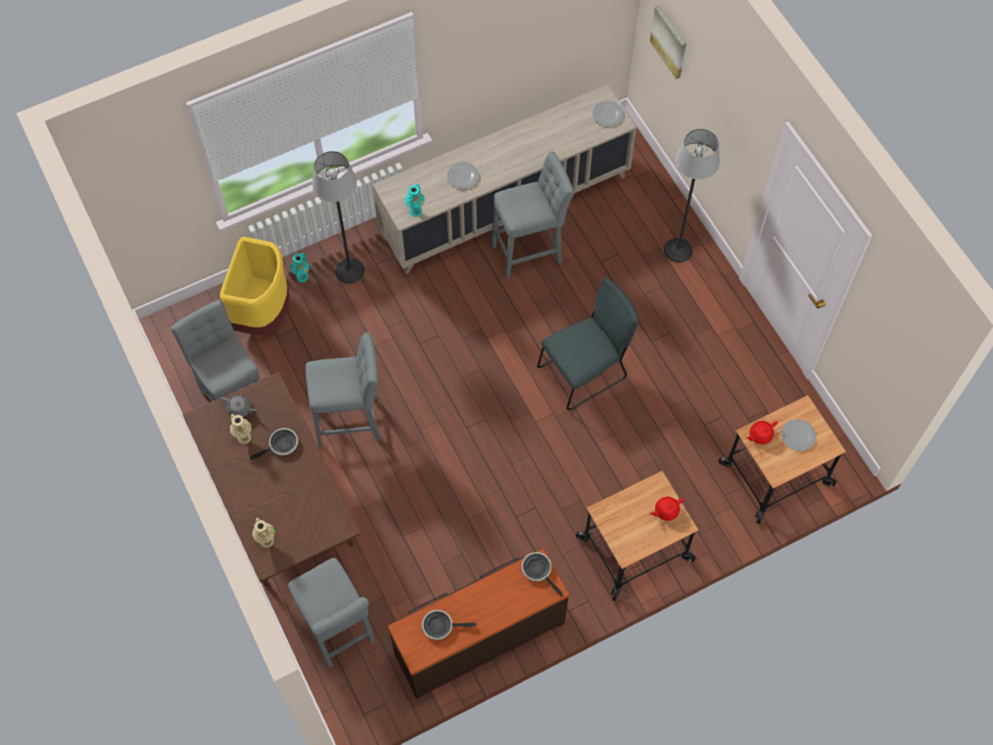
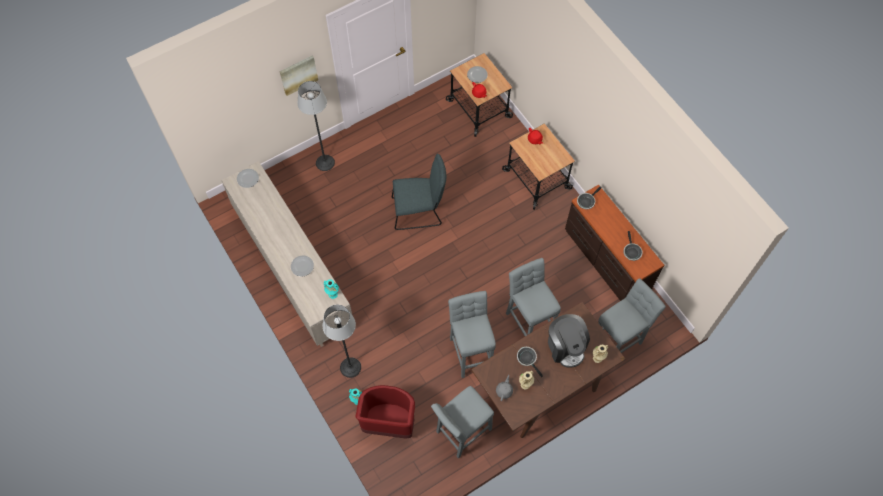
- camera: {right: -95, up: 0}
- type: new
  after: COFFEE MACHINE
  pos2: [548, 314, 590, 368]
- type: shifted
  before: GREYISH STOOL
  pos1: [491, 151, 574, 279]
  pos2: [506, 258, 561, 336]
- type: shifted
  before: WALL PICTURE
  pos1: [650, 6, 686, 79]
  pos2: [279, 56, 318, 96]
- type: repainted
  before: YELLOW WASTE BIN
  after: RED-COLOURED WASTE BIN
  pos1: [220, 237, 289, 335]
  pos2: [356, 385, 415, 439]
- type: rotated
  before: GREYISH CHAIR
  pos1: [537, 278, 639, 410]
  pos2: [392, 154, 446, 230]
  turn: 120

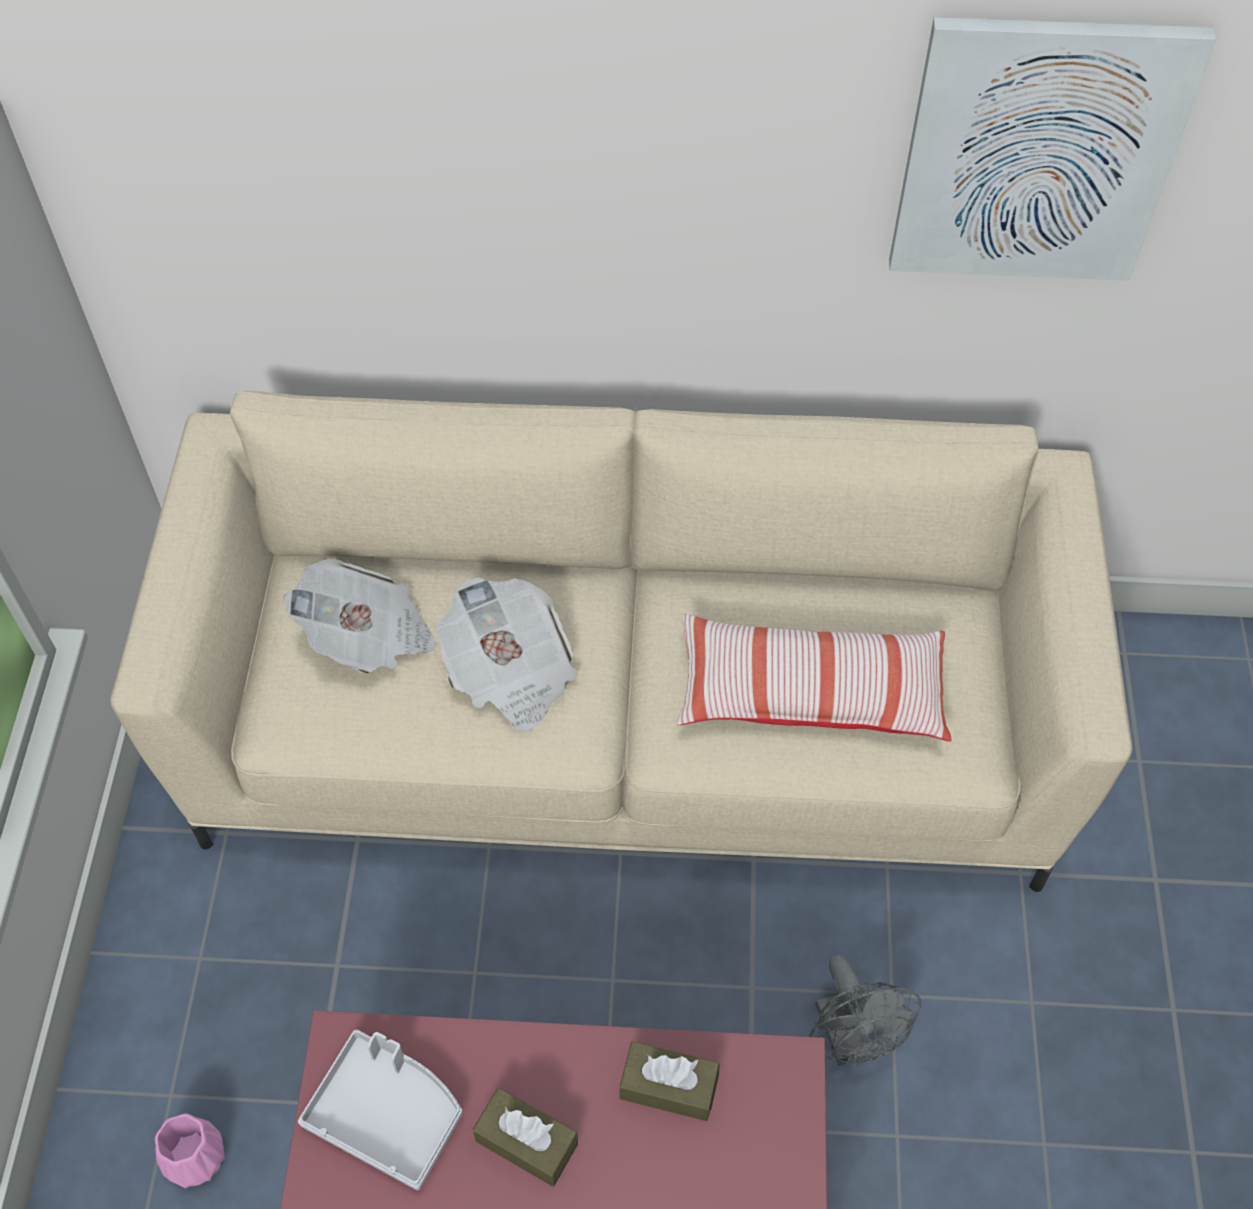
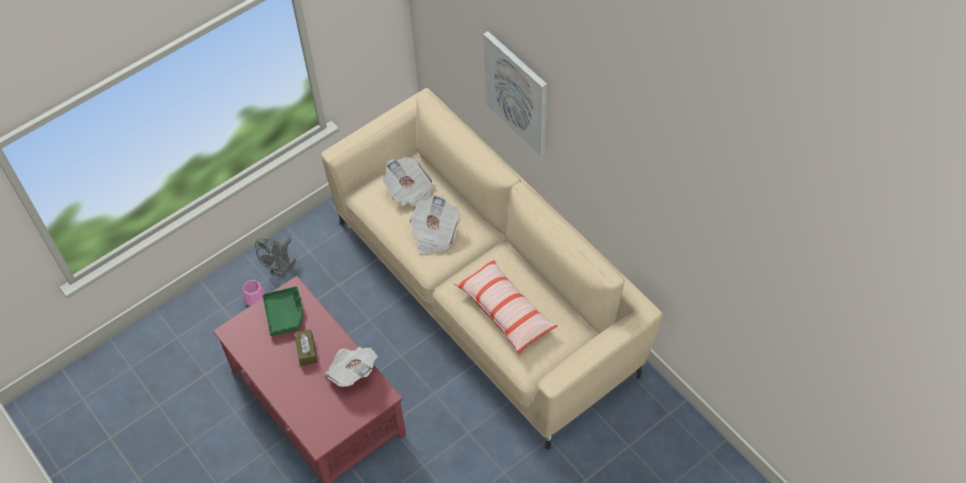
- camera: {right: 50, up: 0}
- type: shifted
  before: GREYISH ELECTRIC FAN
  pos1: [809, 954, 921, 1065]
  pos2: [255, 236, 296, 277]
- type: shifted
  before: WALL PICTURE
  pos1: [889, 17, 1216, 281]
  pos2: [483, 31, 547, 156]
- type: swapped
  before: BROWN-COLOURED TISSUE HOLDER
  after: NEWSPAPER
  pos1: [620, 1041, 719, 1121]
  pos2: [325, 347, 378, 387]
- type: repainted
  before: GREYISH TRAY
  after: GREEN TRAY
  pos1: [298, 1029, 462, 1190]
  pos2: [262, 286, 303, 336]

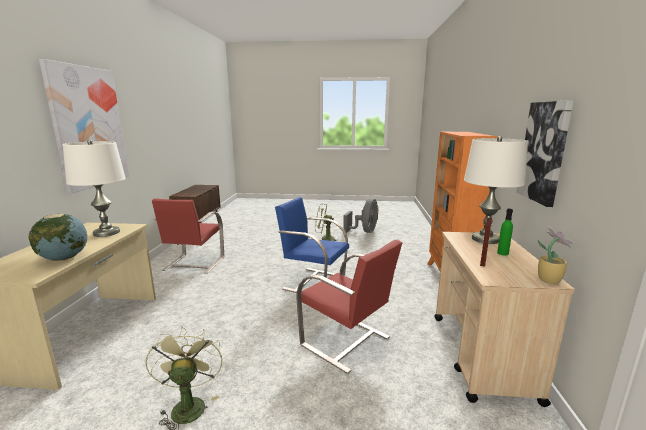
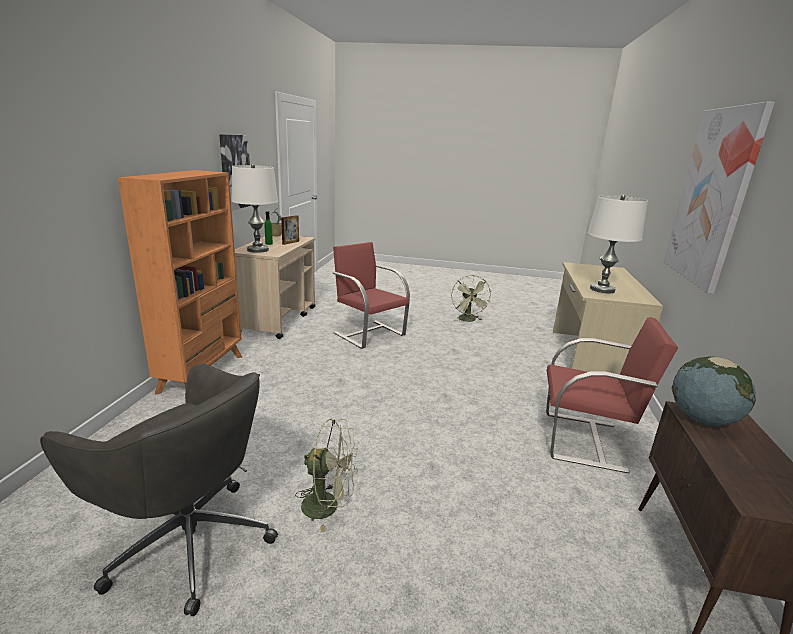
- camera: {right: -175, up: 5}
- type: gone
  before: BLUE-COLOURED CHAIR
  pos1: [275, 197, 349, 293]
- type: shifted
  before: DESK GLOBE
  pos1: [28, 213, 87, 261]
  pos2: [671, 356, 756, 426]
- type: swapped
  before: GREYISH ELECTRIC FAN
  after: GREYISH OFFICE CHAIR
  pos1: [343, 198, 378, 233]
  pos2: [40, 364, 278, 616]
- type: rotated
  before: RED-COLOURED CHAIR
  pos1: [152, 198, 224, 274]
  pos2: [546, 317, 678, 473]
  turn: 90

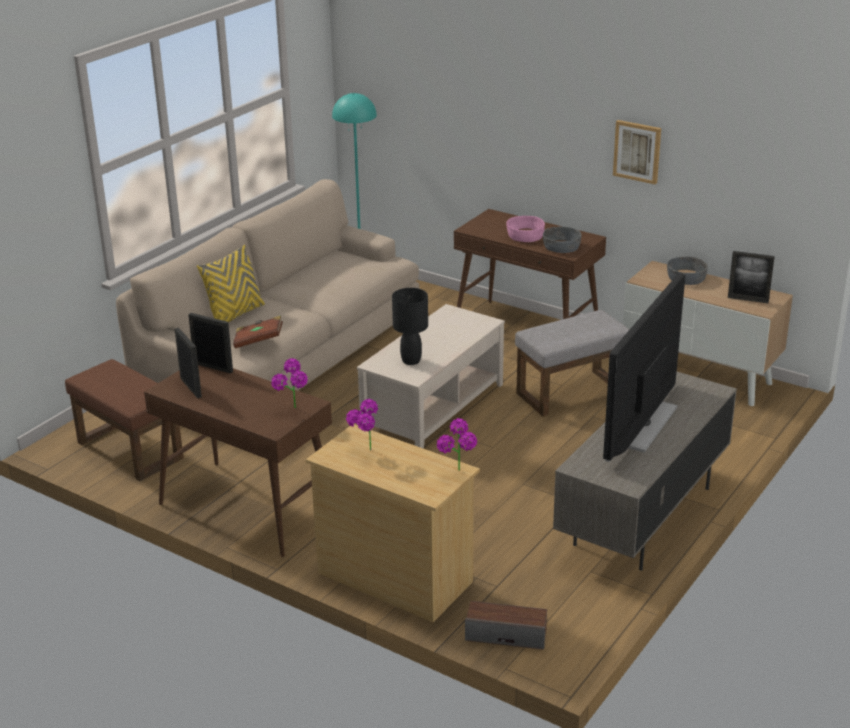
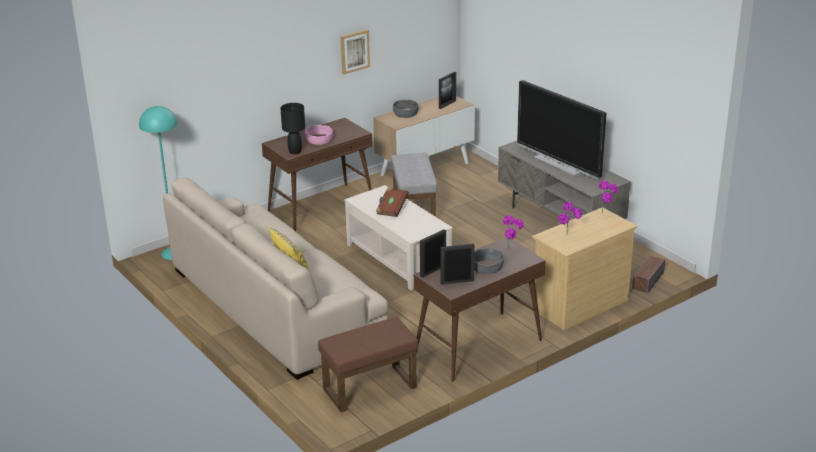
- camera: {right: -70, up: 0}
- type: shifted
  before: BROWN-COLOURED VOLUME
  pos1: [233, 316, 283, 348]
  pos2: [376, 187, 409, 217]
- type: shifted
  before: BLACK-COLOURED TABLETOP LAMP
  pos1: [392, 288, 428, 365]
  pos2: [280, 103, 305, 154]
- type: shifted
  before: GREYISH SERVING BOWL
  pos1: [543, 227, 582, 253]
  pos2: [474, 248, 504, 274]

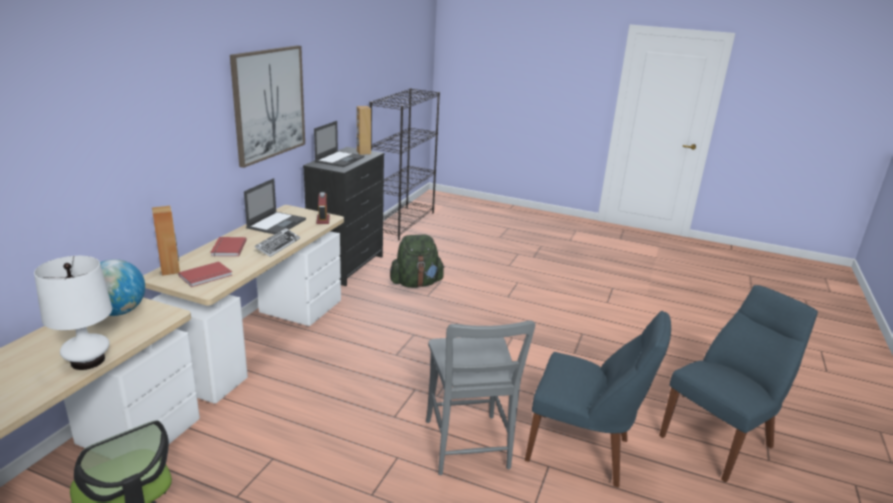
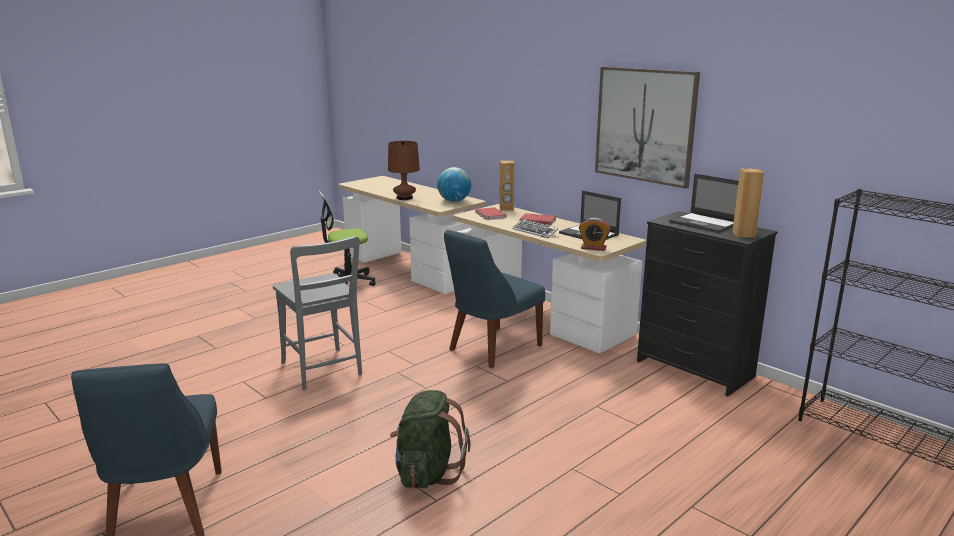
- camera: {right: 115, up: -5}
- type: shifted
  before: GREEN BACKPACK
  pos1: [390, 235, 445, 288]
  pos2: [390, 390, 471, 489]
- type: shifted
  before: BLUE-COLOURED CHAIR
  pos1: [525, 311, 671, 488]
  pos2: [444, 230, 545, 368]
- type: repainted
  before: WHITISH TABLETOP LAMP
  after: BROWN-COLOURED TABLETOP LAMP
  pos1: [34, 256, 112, 370]
  pos2: [388, 141, 420, 200]
- type: rotated
  before: GREYISH CHAIR
  pos1: [426, 321, 535, 475]
  pos2: [273, 236, 362, 390]
  turn: -135

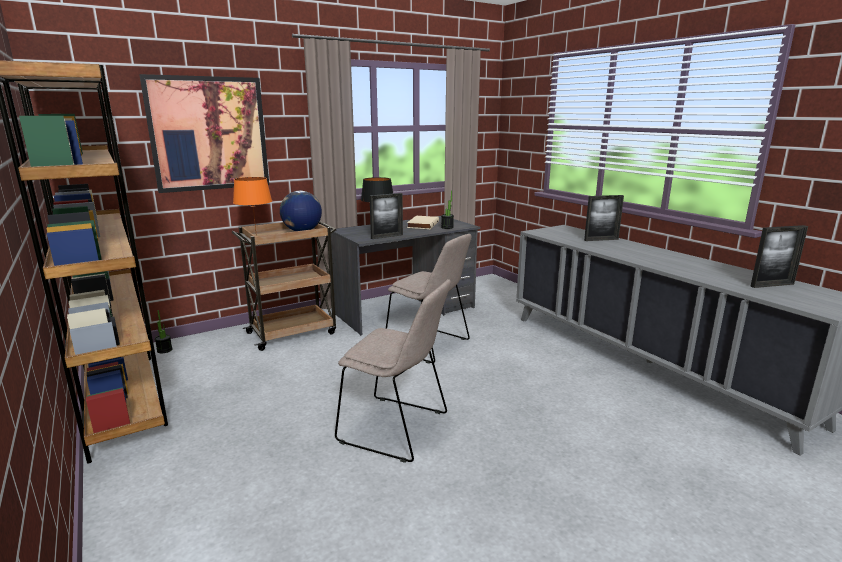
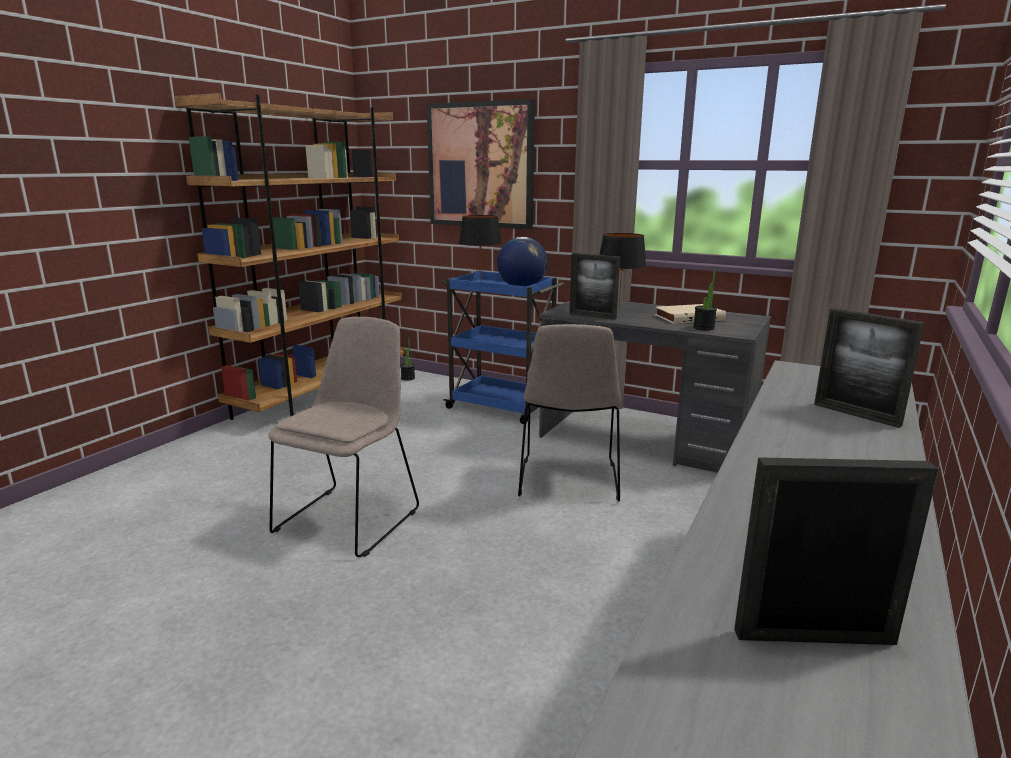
- camera: {right: 60, up: 0}
- type: repainted
  before: BROWN-COLOURED TROLLEY
  after: BLUE-COLOURED TROLLEY
  pos1: [232, 221, 336, 351]
  pos2: [441, 271, 564, 424]
- type: repainted
  before: ORANGE-COLOURED TABLETOP LAMP
  after: BLACK-COLOURED TABLETOP LAMP
  pos1: [233, 177, 272, 235]
  pos2: [459, 215, 502, 282]
- type: rotated
  before: BEIGE-COLOURED CHAIR
  pos1: [335, 279, 451, 463]
  pos2: [268, 317, 419, 557]
  turn: -150
- type: rotated
  before: PICTURE FRAME
  pos1: [751, 225, 808, 288]
  pos2: [734, 457, 939, 645]
  turn: 135

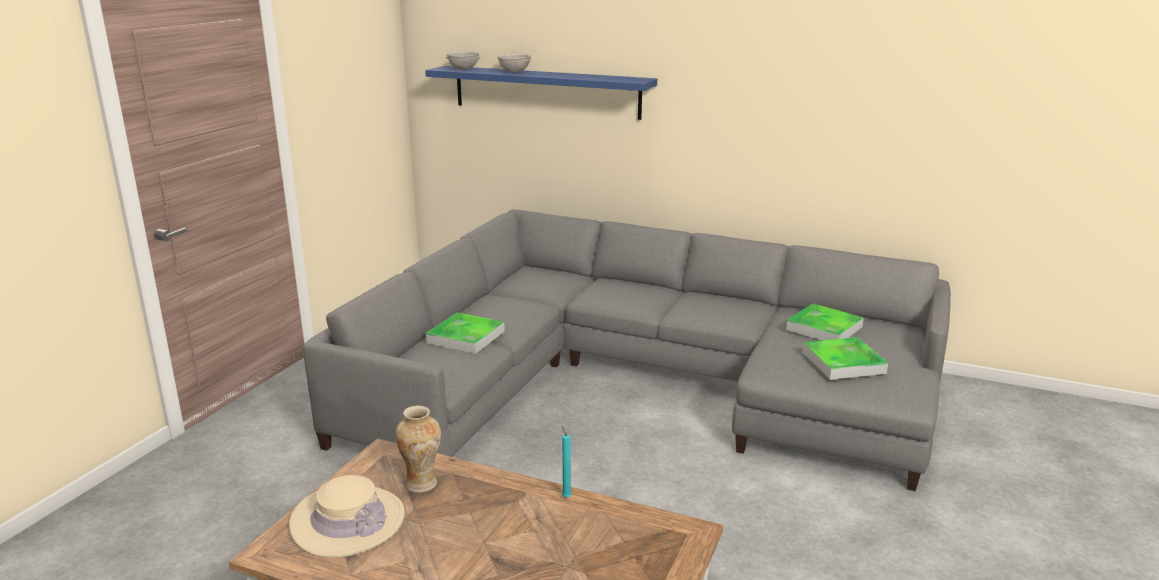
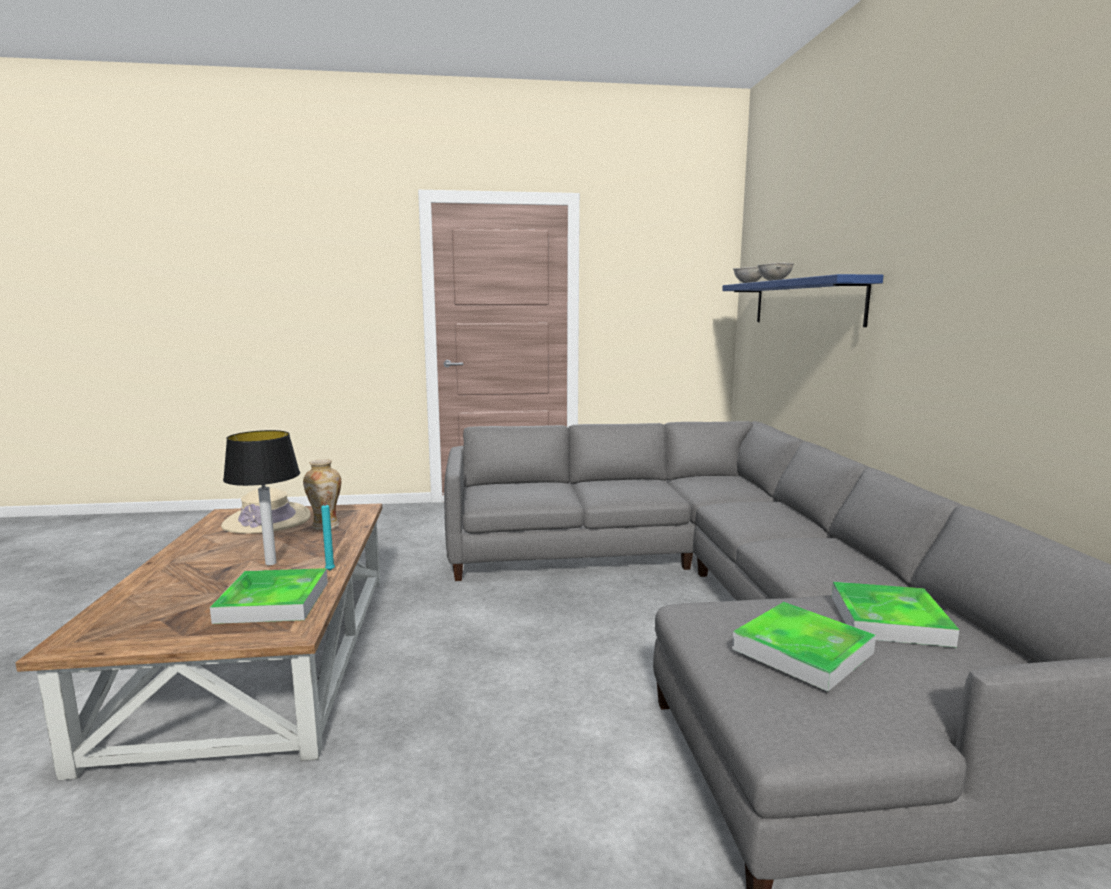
- camera: {right: 60, up: -10}
- type: new
  after: TABLETOP LAMP
  pos2: [223, 430, 300, 565]
- type: shifted
  before: TRAY
  pos1: [426, 312, 505, 354]
  pos2: [210, 568, 328, 624]

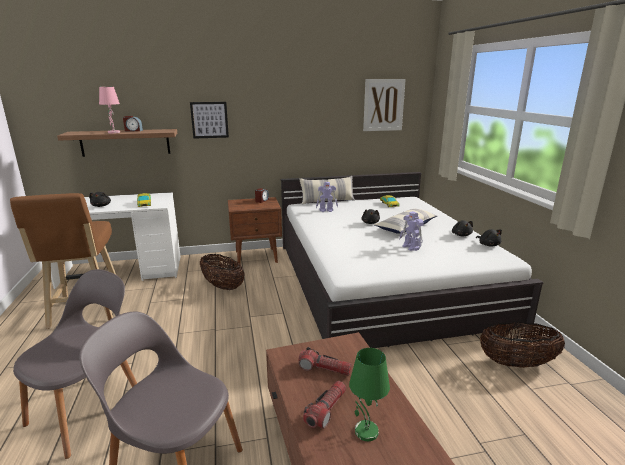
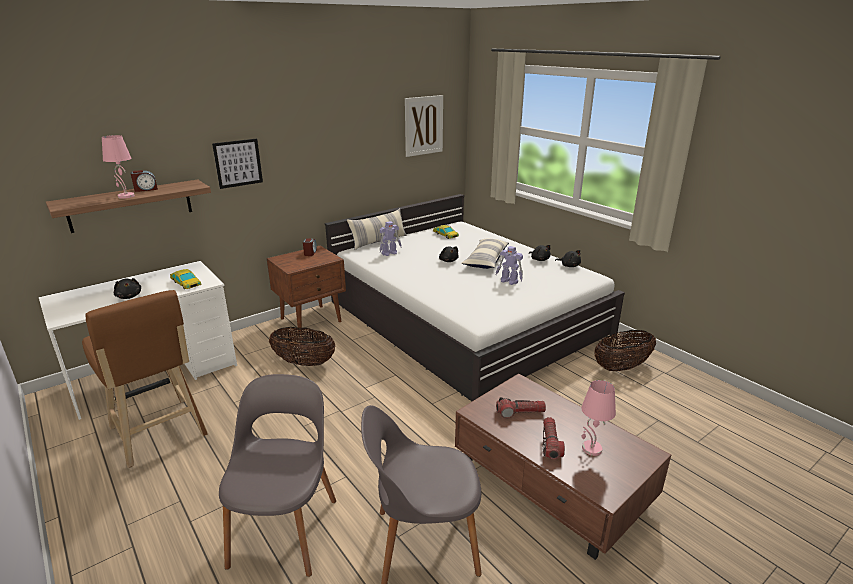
- camera: {right: -25, up: 5}
- type: repainted
  before: GREEN TABLETOP LAMP
  after: PINKISH TABLETOP LAMP
  pos1: [349, 348, 390, 441]
  pos2: [581, 380, 616, 456]

